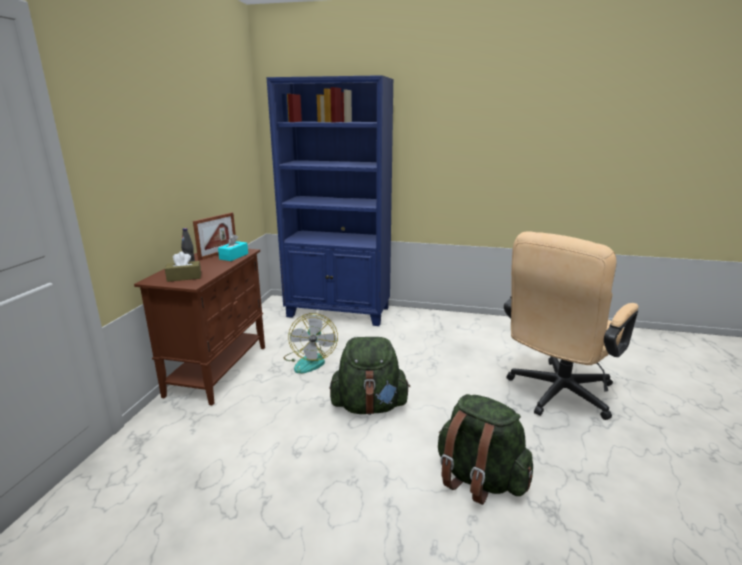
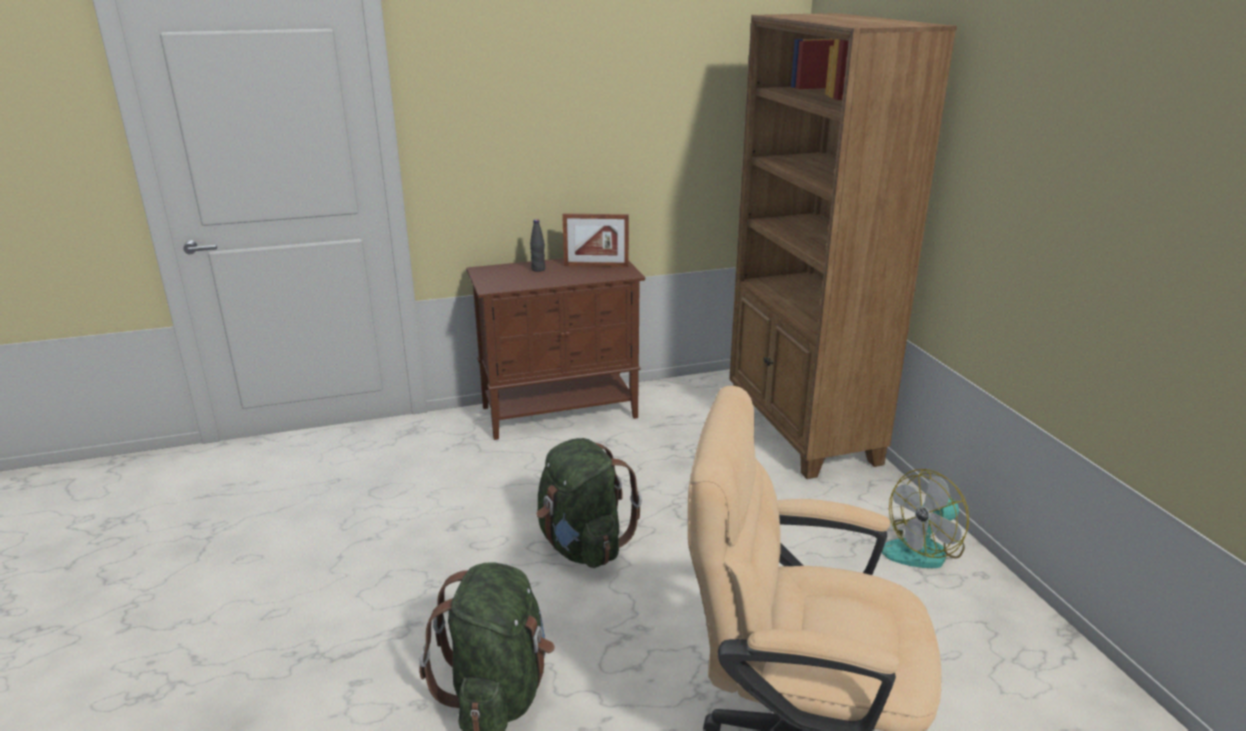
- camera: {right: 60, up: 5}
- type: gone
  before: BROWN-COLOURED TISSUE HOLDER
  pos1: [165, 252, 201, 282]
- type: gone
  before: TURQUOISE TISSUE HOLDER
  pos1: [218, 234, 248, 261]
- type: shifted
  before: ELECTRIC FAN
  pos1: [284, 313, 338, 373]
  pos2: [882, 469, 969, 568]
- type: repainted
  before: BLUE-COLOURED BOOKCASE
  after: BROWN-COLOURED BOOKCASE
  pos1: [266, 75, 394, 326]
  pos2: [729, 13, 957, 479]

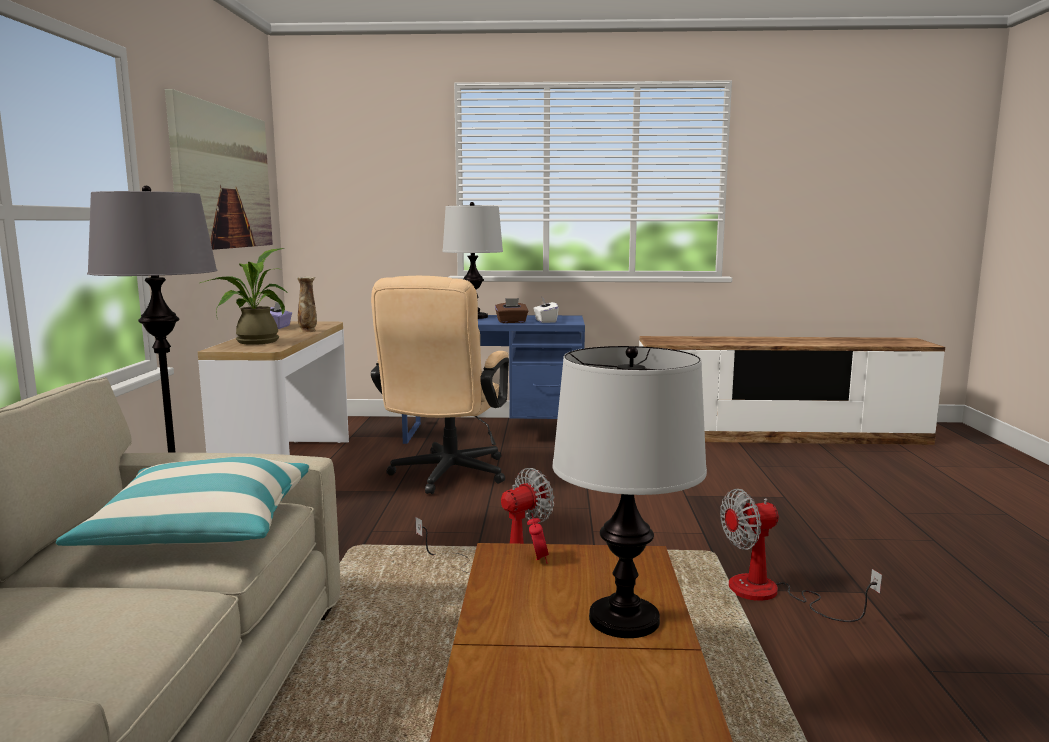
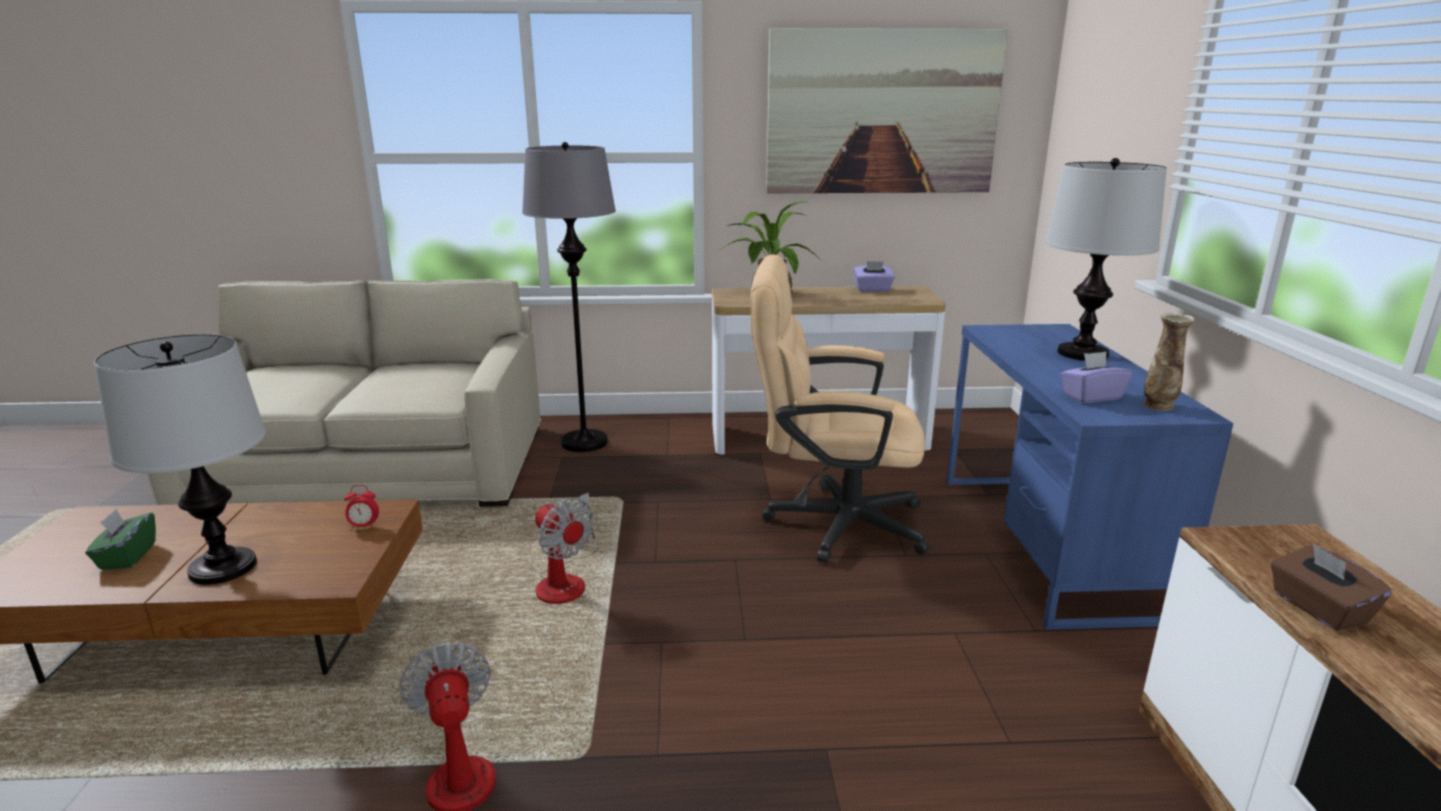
- camera: {right: 85, up: 10}
- type: gone
  before: PILLOW
  pos1: [56, 457, 309, 546]
- type: new
  after: GREEN TISSUE HOLDER
  pos2: [85, 509, 156, 570]
- type: shifted
  before: VASE
  pos1: [297, 276, 317, 332]
  pos2: [1143, 312, 1195, 411]
- type: shifted
  before: BROWN-COLOURED TISSUE HOLDER
  pos1: [495, 298, 528, 323]
  pos2: [1271, 543, 1392, 630]
- type: repainted
  before: WHITISH TISSUE HOLDER
  after: PURPLE-COLOURED TISSUE HOLDER
  pos1: [533, 297, 559, 323]
  pos2: [1061, 352, 1133, 403]

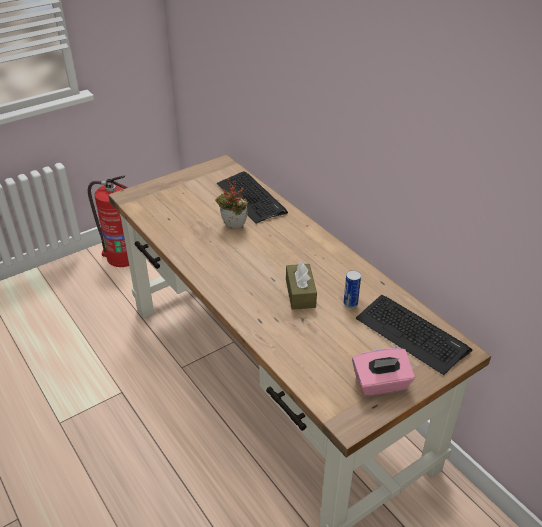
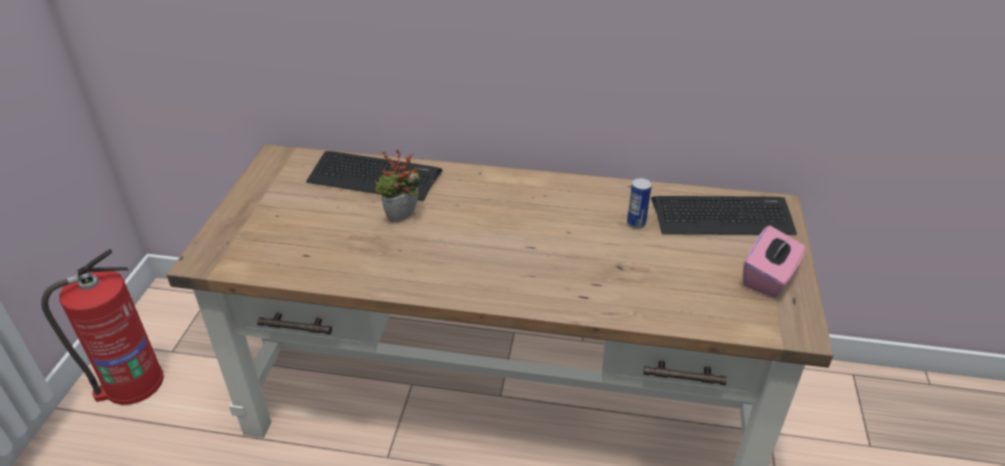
- camera: {right: -45, up: 0}
- type: gone
  before: BROWN-COLOURED TISSUE HOLDER
  pos1: [286, 261, 317, 310]

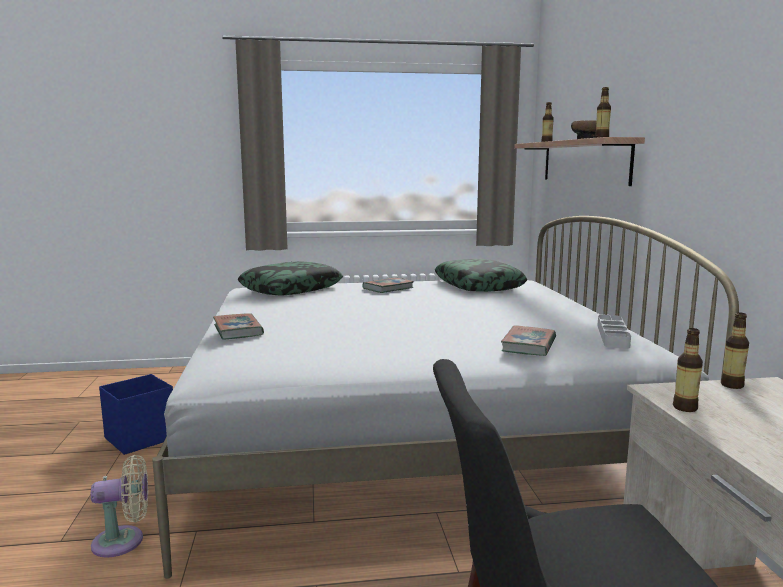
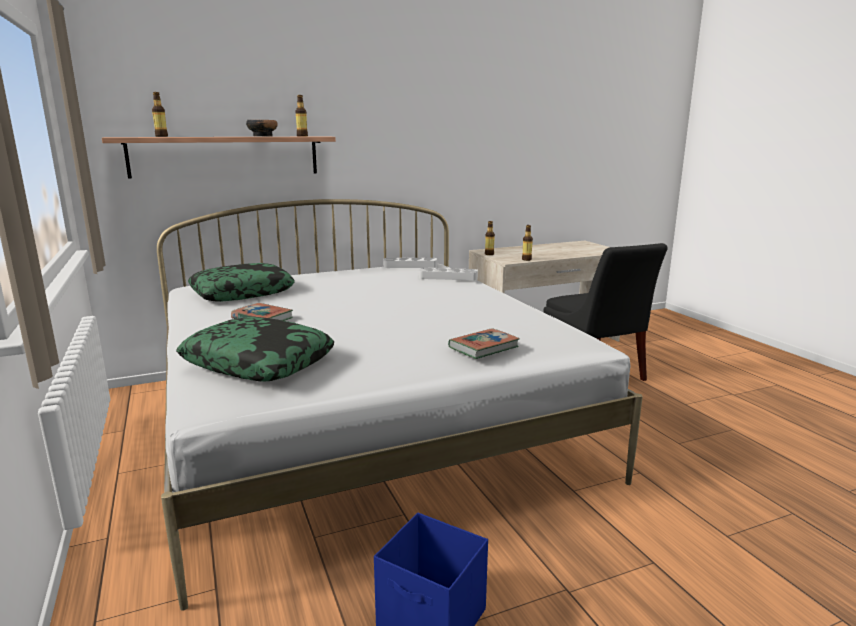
- camera: {right: -105, up: 5}
- type: gone
  before: BEIGE-COLOURED ELECTRIC FAN
  pos1: [91, 455, 148, 558]
- type: swapped
  before: VOLUME
  after: GREYISH TRAY
  pos1: [501, 325, 556, 356]
  pos2: [419, 268, 478, 281]

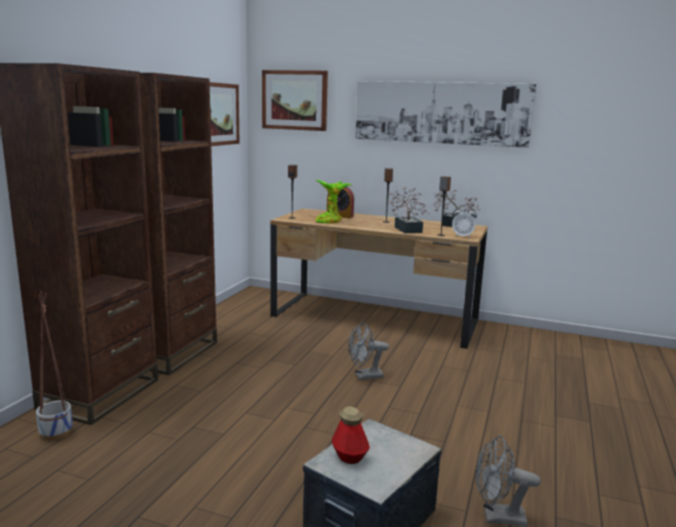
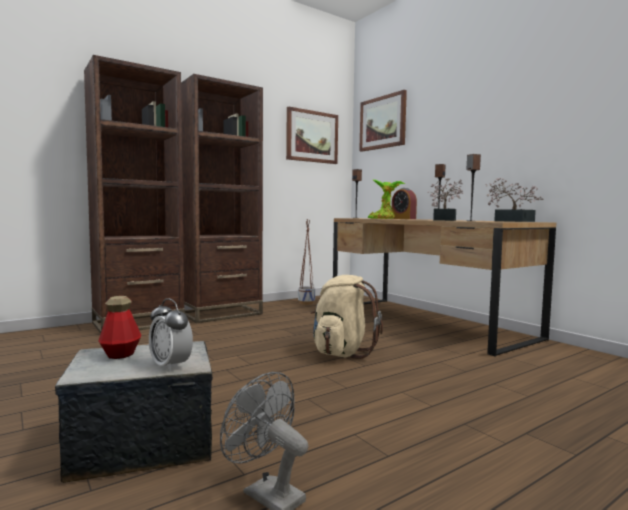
- camera: {right: 35, up: -10}
- type: gone
  before: WALL PICTURE
  pos1: [355, 81, 536, 148]
- type: shifted
  before: FLOWER POT
  pos1: [36, 291, 73, 441]
  pos2: [298, 219, 315, 305]
- type: shifted
  before: ALARM CLOCK
  pos1: [452, 205, 477, 238]
  pos2: [149, 298, 193, 372]
- type: swapped
  before: GREYISH ELECTRIC FAN
  after: BEIGE-COLOURED BACKPACK
  pos1: [348, 322, 389, 380]
  pos2: [310, 275, 383, 359]

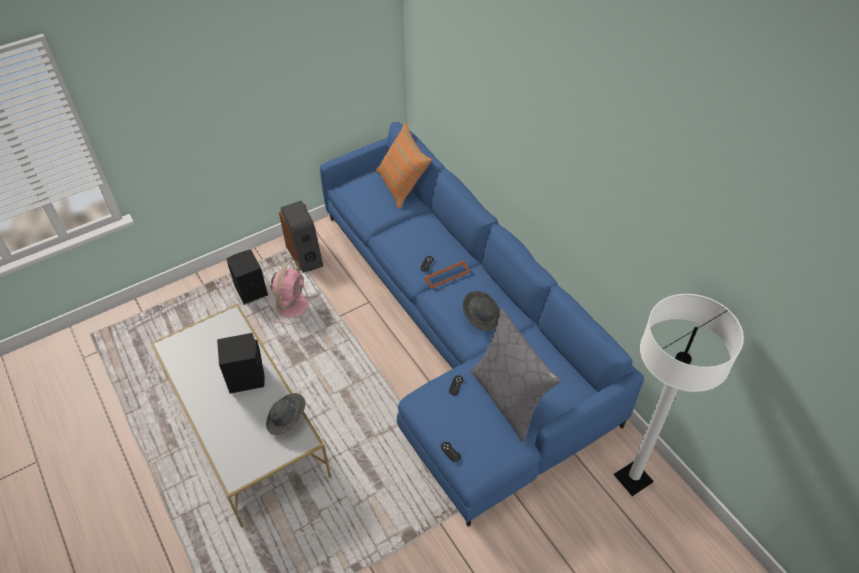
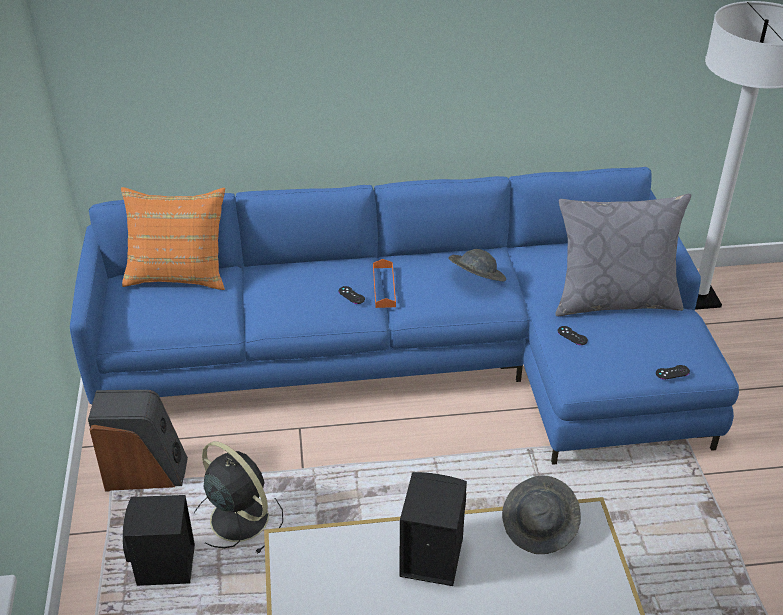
- camera: {right: -65, up: -10}
- type: repainted
  before: PINKISH ELECTRIC FAN
  after: BLACK-COLOURED ELECTRIC FAN
  pos1: [269, 259, 313, 324]
  pos2: [194, 441, 283, 554]

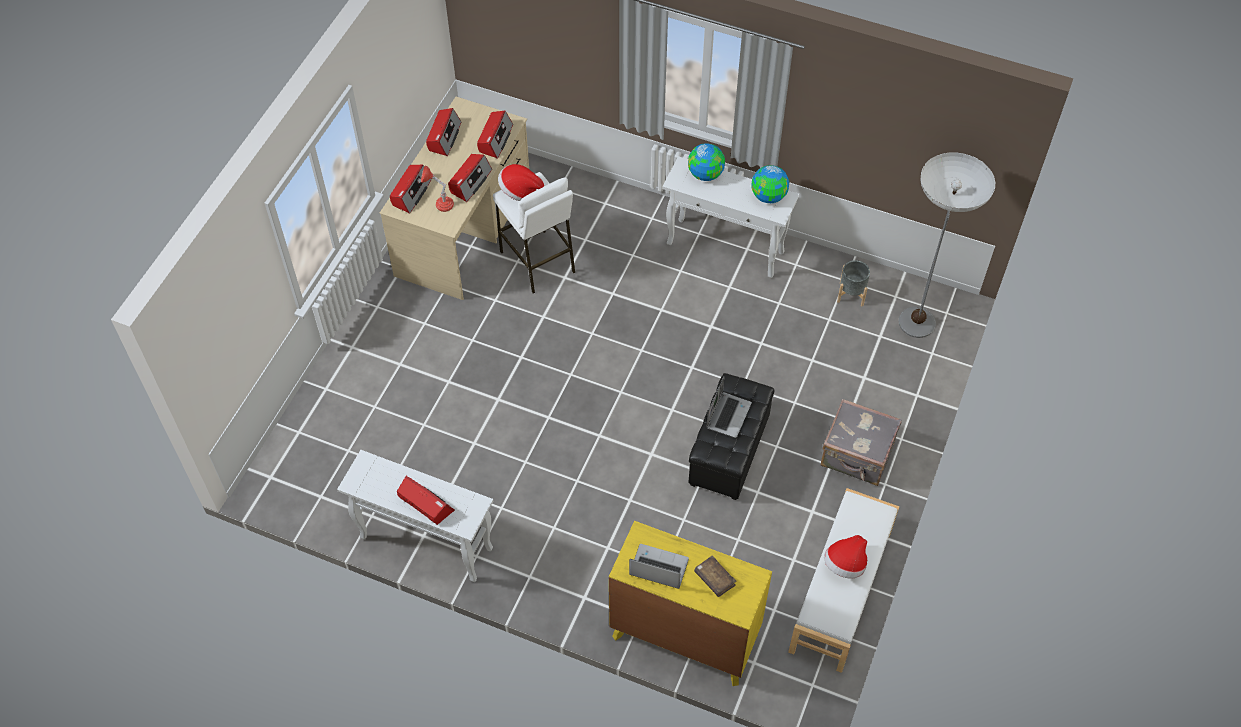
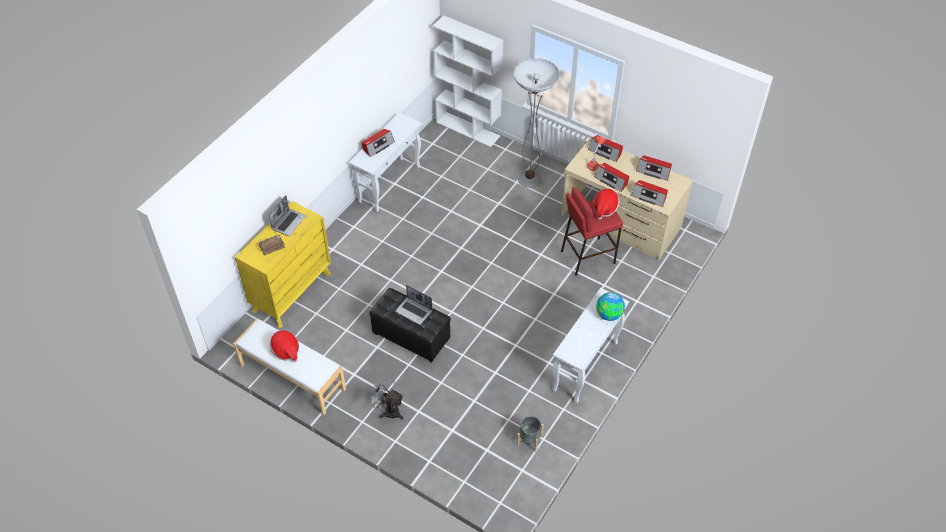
- camera: {right: 100, up: -5}
- type: gone
  before: DESK GLOBE
  pos1: [751, 165, 789, 203]
- type: new
  after: WHITISH BOOKCASE
  pos2: [433, 15, 503, 147]
- type: shifted
  before: STANDING LAMP
  pos1: [898, 152, 995, 338]
  pos2: [514, 58, 559, 188]
- type: swapped
  before: GREYISH TRAVEL CASE
  after: GREYISH ELECTRIC FAN
  pos1: [820, 399, 902, 486]
  pos2: [368, 375, 404, 420]
- type: repainted
  before: WHITISH STOOL
  after: RED-COLOURED STOOL
  pos1: [493, 172, 575, 294]
  pos2: [561, 187, 623, 276]

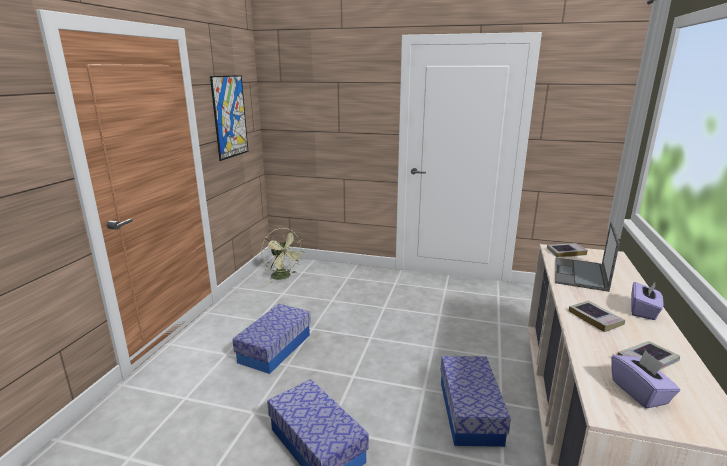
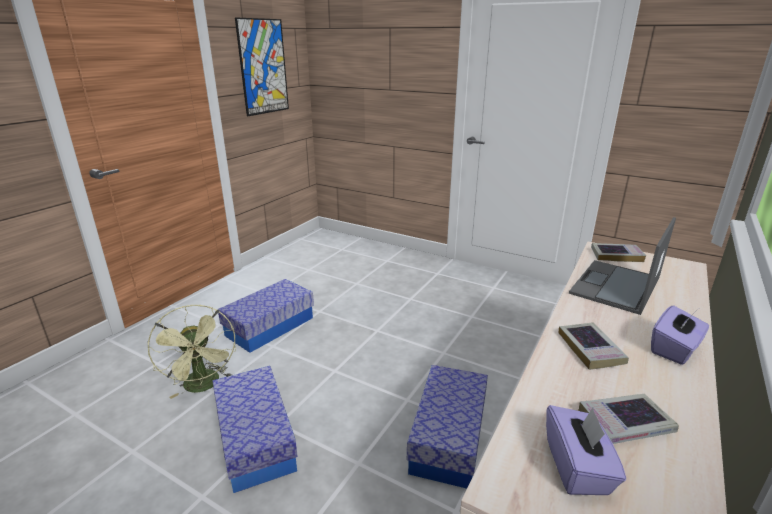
- camera: {right: 15, up: 5}
- type: shifted
  before: GREEN ELECTRIC FAN
  pos1: [261, 228, 303, 283]
  pos2: [148, 305, 236, 399]

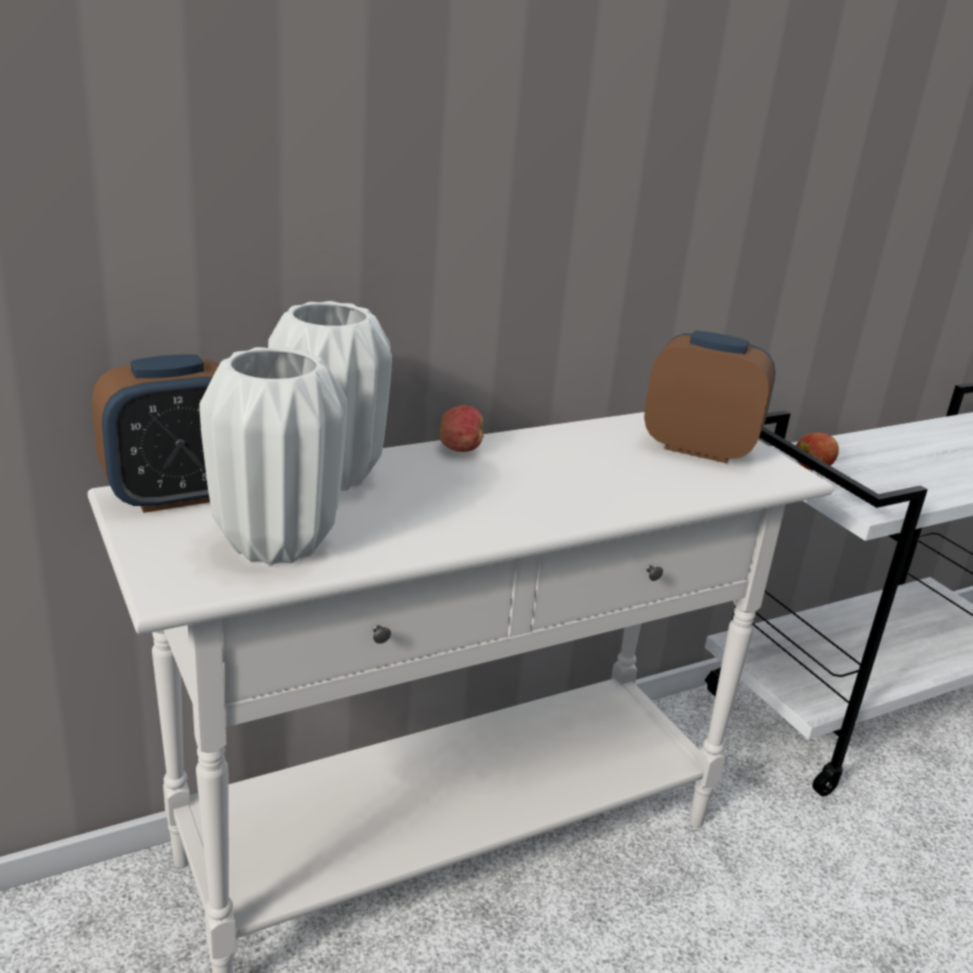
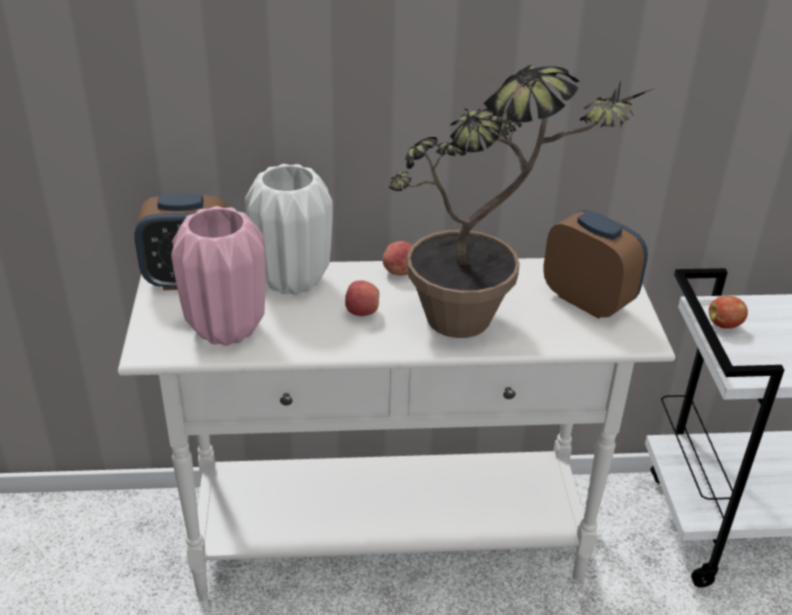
- camera: {right: 25, up: 10}
- type: new
  after: APPLE
  pos2: [345, 280, 379, 316]
- type: new
  after: POTTED PLANT
  pos2: [389, 65, 655, 338]
- type: repainted
  before: WHITISH VASE
  after: PINKISH VASE
  pos1: [199, 347, 347, 565]
  pos2: [171, 206, 265, 346]

